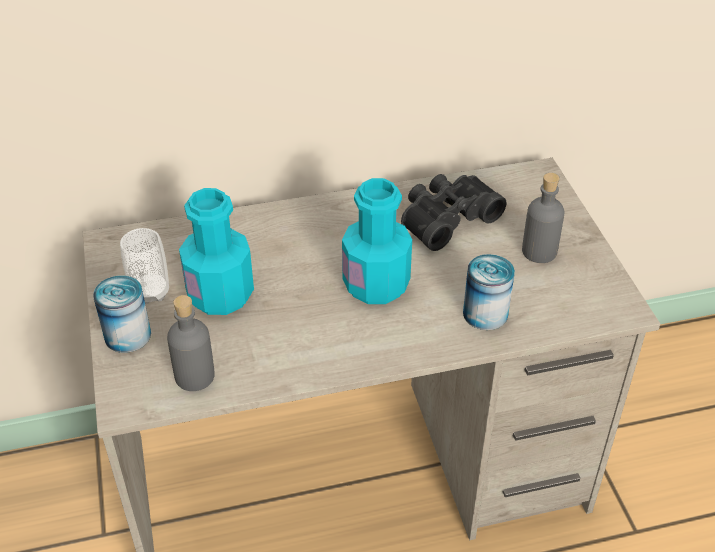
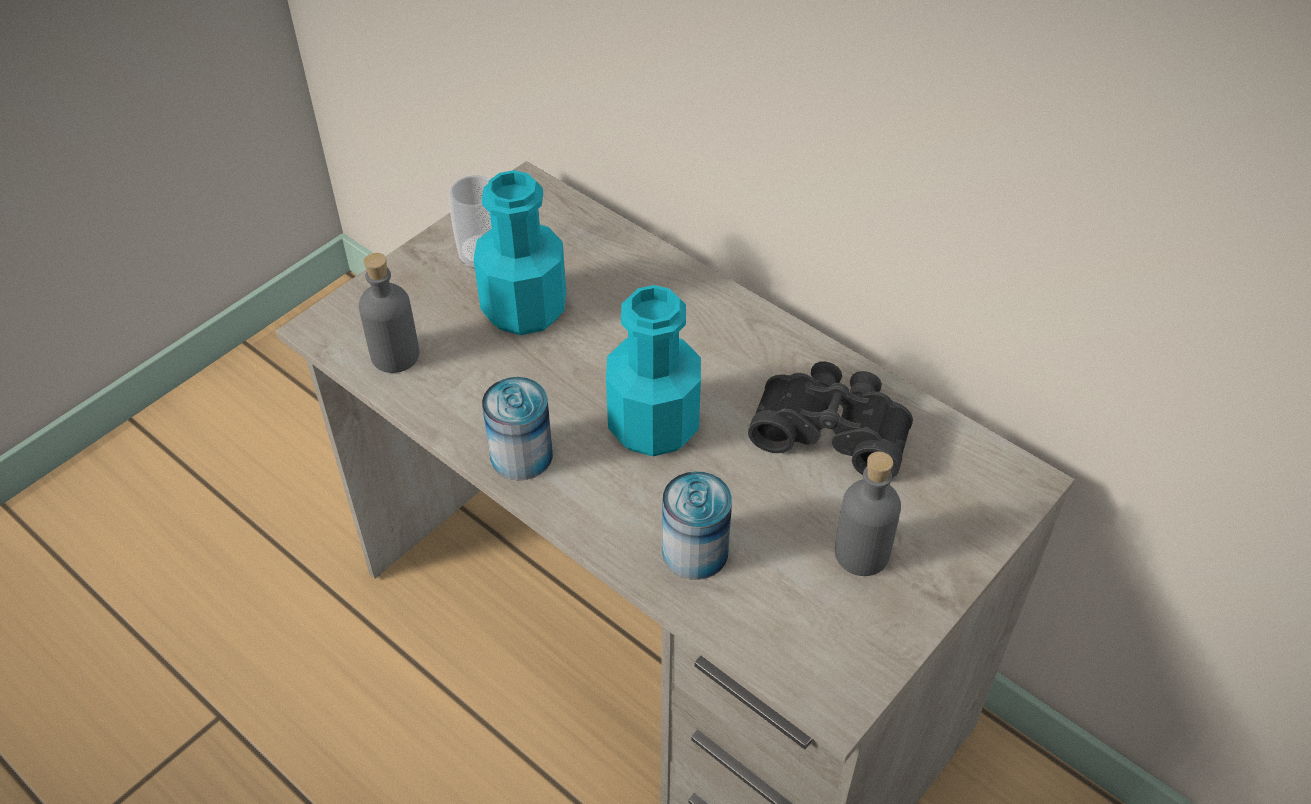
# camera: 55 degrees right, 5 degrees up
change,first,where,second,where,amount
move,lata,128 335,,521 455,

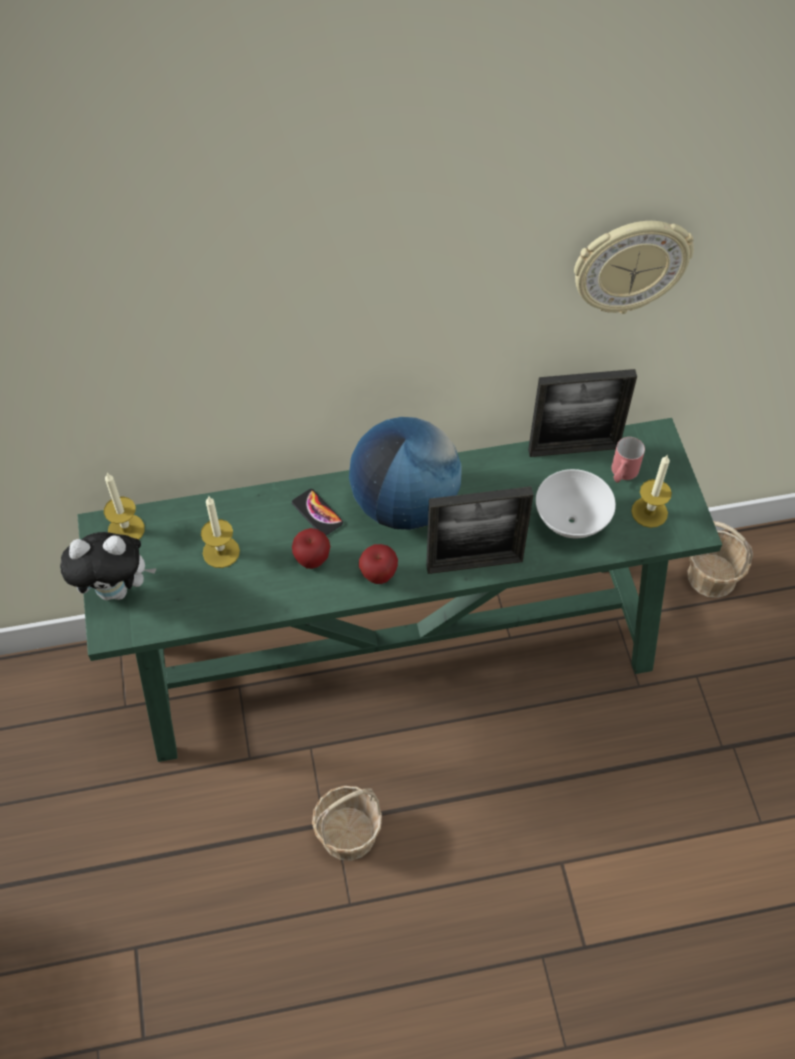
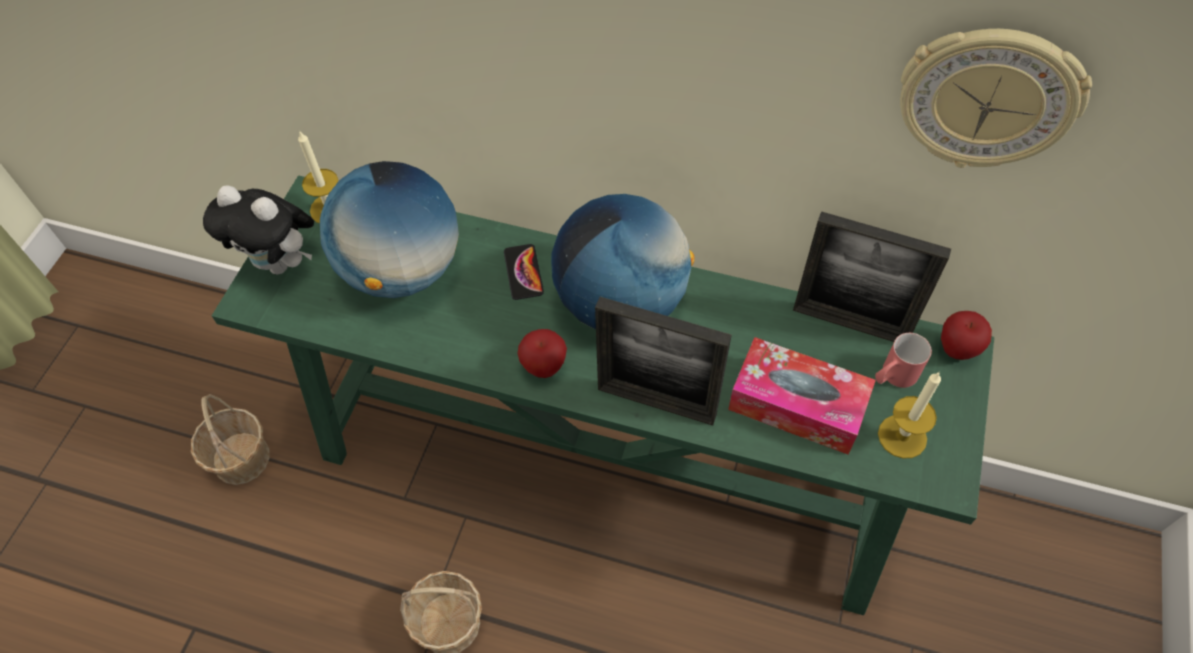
# camera: 30 degrees right, 0 degrees up
change,first,where,second,where,amount
move,cesta,712 577,,241 459,
replace,vela,221 552,globo terráqueo,402 270,
replace,cuenco [blanco],570 522,caja de pañuelos,797 405,
move,manzana,312 560,,957 349,

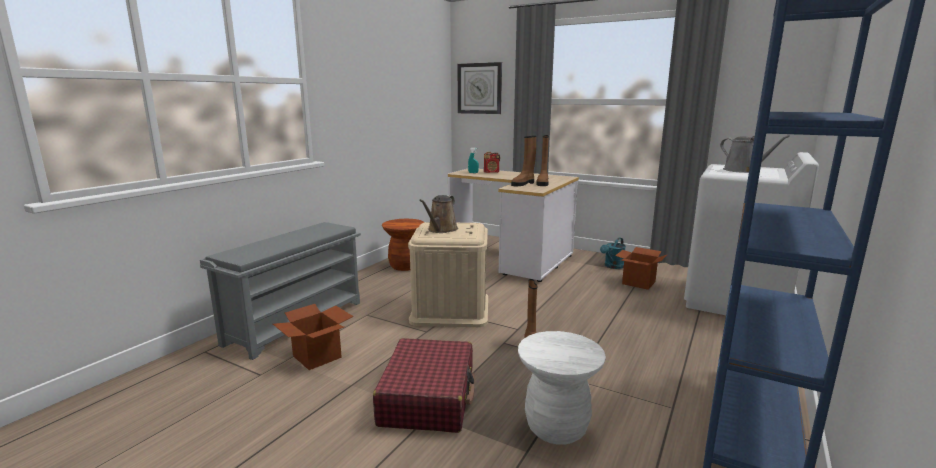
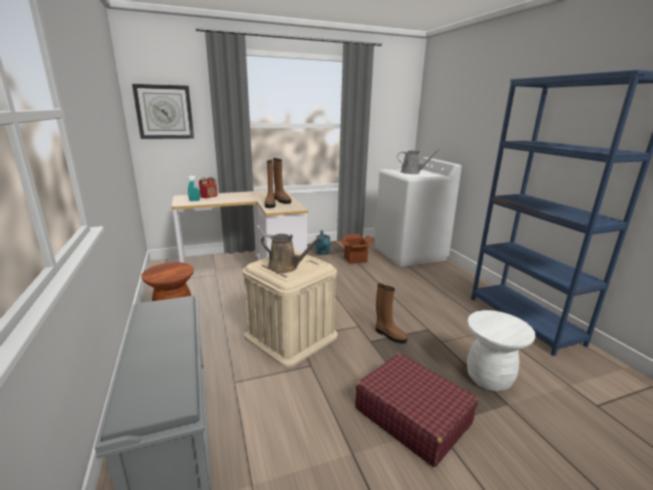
# camera: 50 degrees left, 5 degrees up
change,first,where,second,where,amount
rotate,regadera [marrón],441 230,,286 267,45 degrees counterclockwise
delete,caja de cartón,316 357,,,

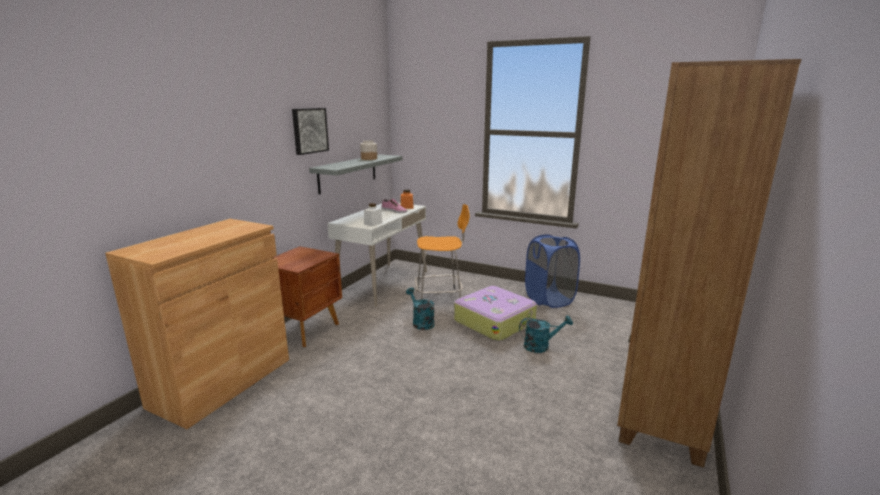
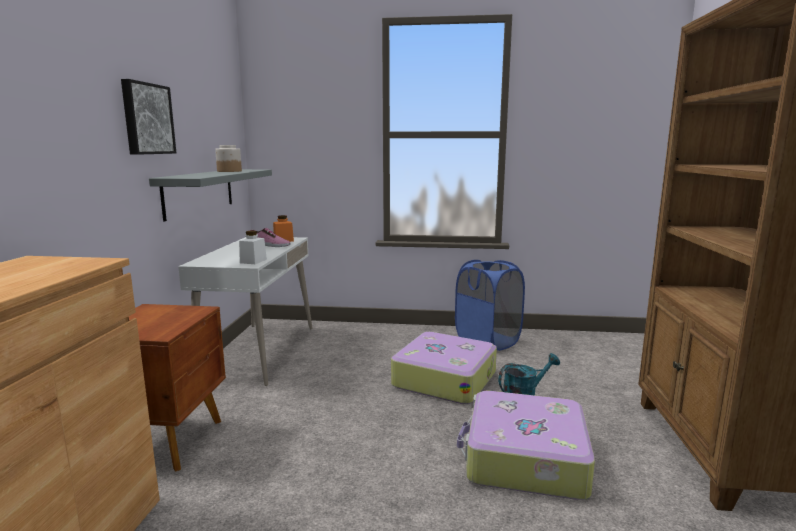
# camera: 20 degrees left, 5 degrees down
change,first,where,second,where,amount
insert,,,maleta,524 459,
delete,regadera [turquesa],421 322,,,
delete,taburete [naranja],440 297,,,

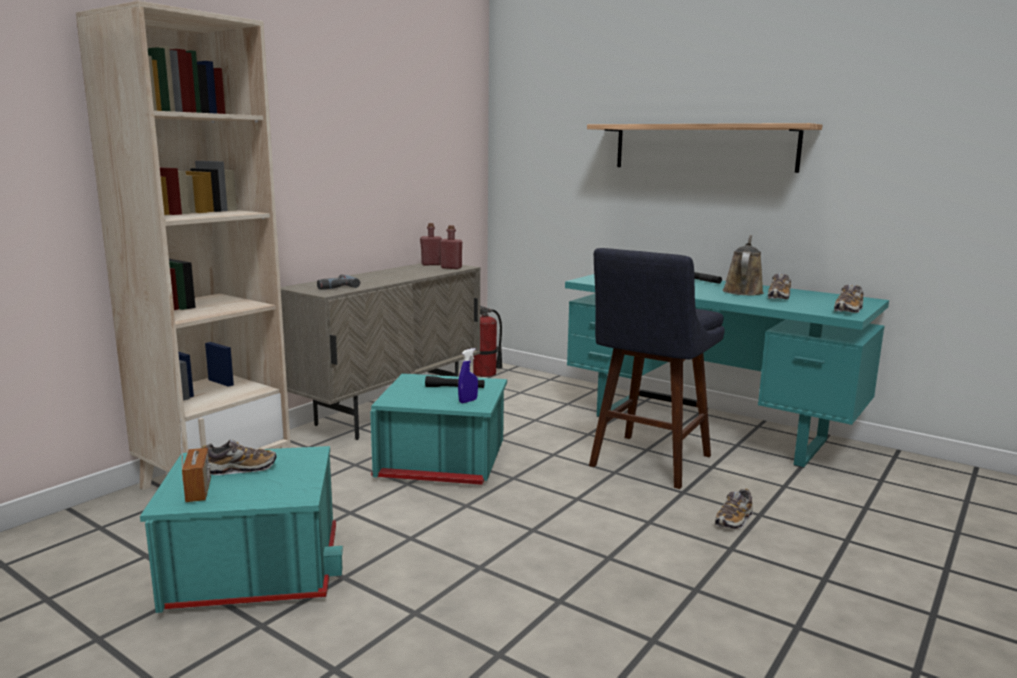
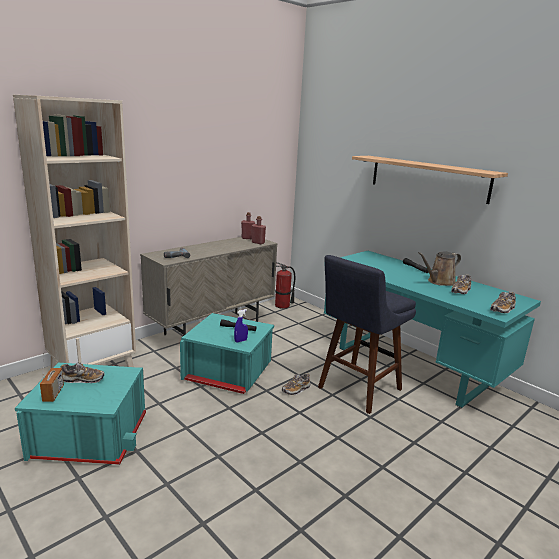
# camera: 10 degrees right, 5 degrees up
change,first,where,second,where,amount
move,zapato,734 520,,296 390,
rotate,regadera [marrón],743 291,,439 282,150 degrees counterclockwise

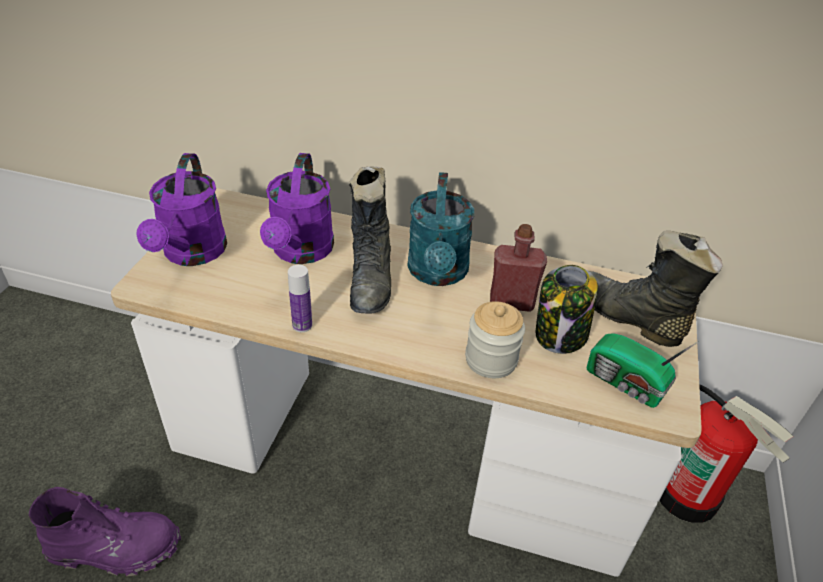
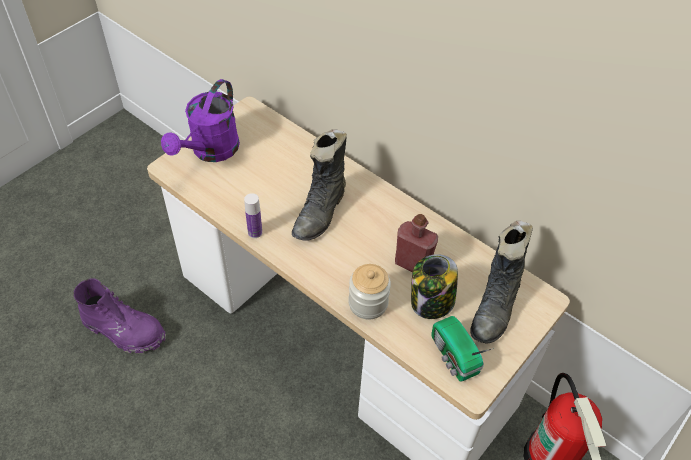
# camera: 25 degrees right, 10 degrees up
change,first,where,second,where,amount
rotate,bota [negro],629 317,,495 307,135 degrees counterclockwise
delete,regadera [morado],301 252,,,
delete,regadera [turquesa],438 274,,,

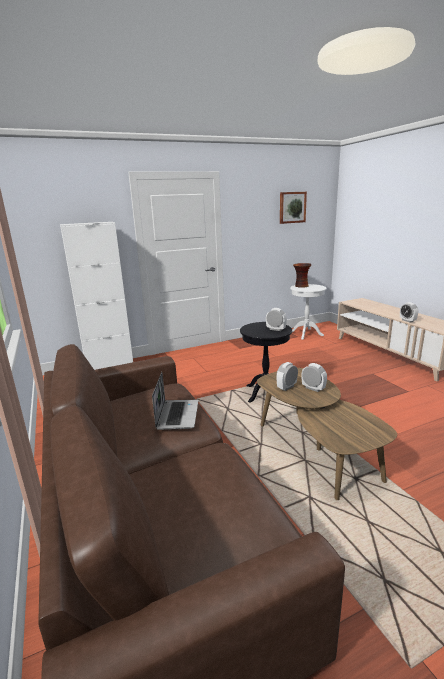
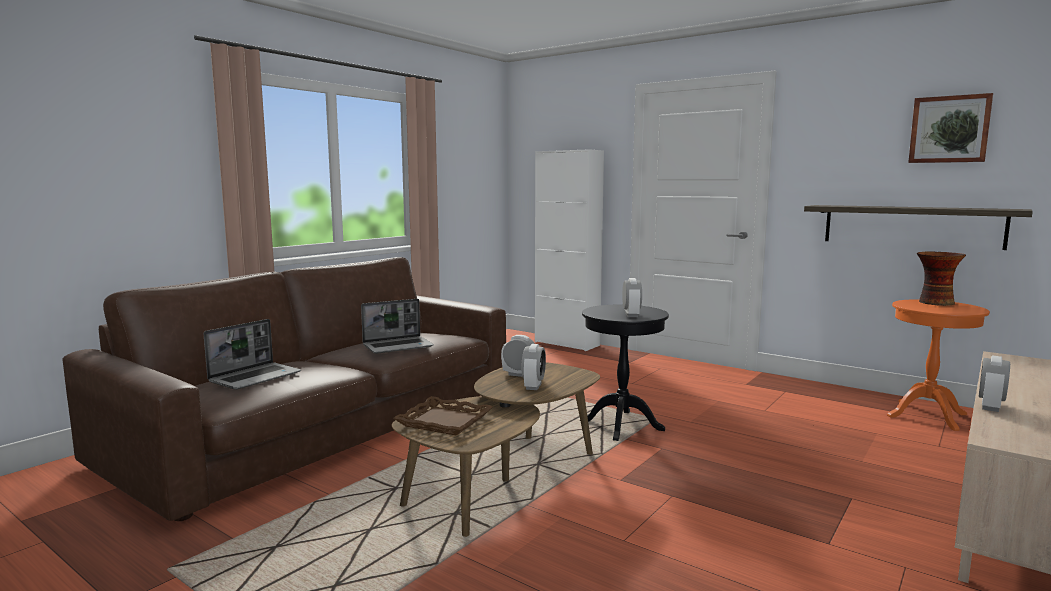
# camera: 60 degrees right, 10 degrees down
change,first,where,second,where,amount
insert,,,portátil,256 377,
insert,,,bandeja [marrón],445 421,
insert,,,estante,911 226,
recolor,mesa auxiliar [blanco],306 334,mesa auxiliar [naranja],927 415,

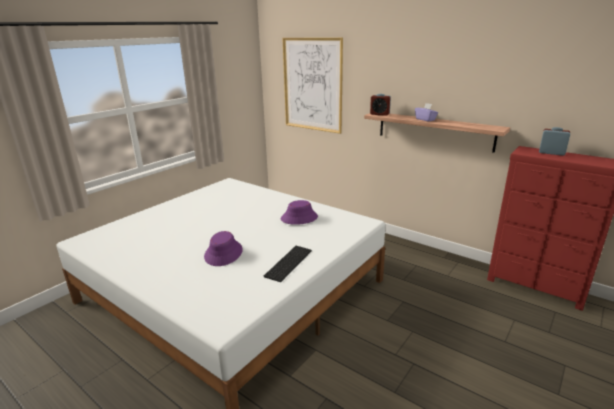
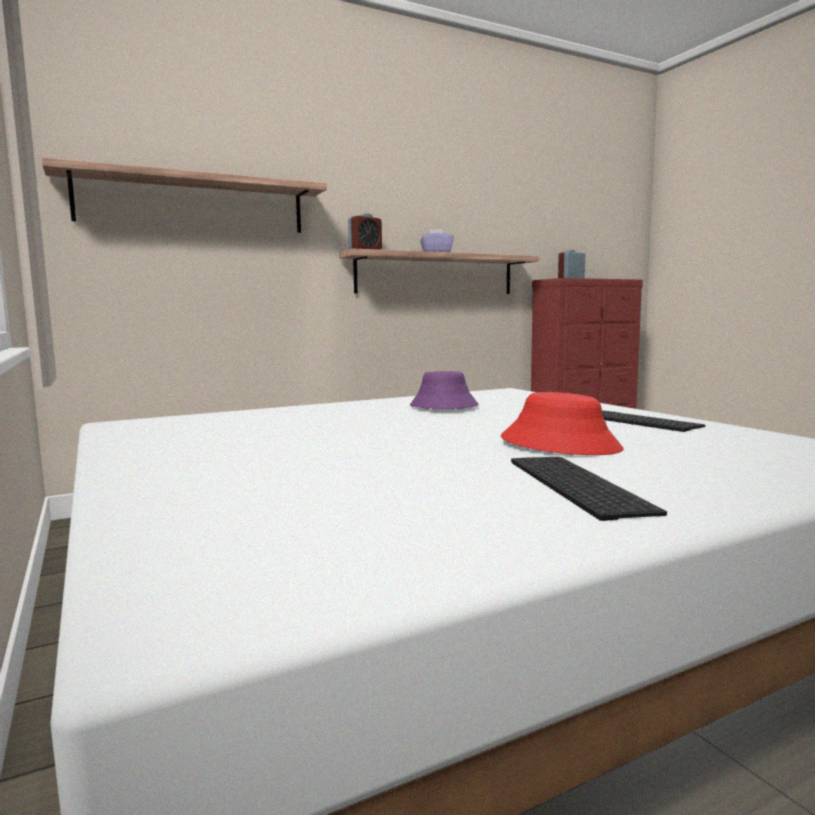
# camera: 65 degrees left, 15 degrees down
change,first,where,second,where,amount
replace,cuadro,312 85,estante,193 203,
recolor,sombrero [morado],223 253,sombrero [rojo],560 444,
insert,,,teclado,572 484,

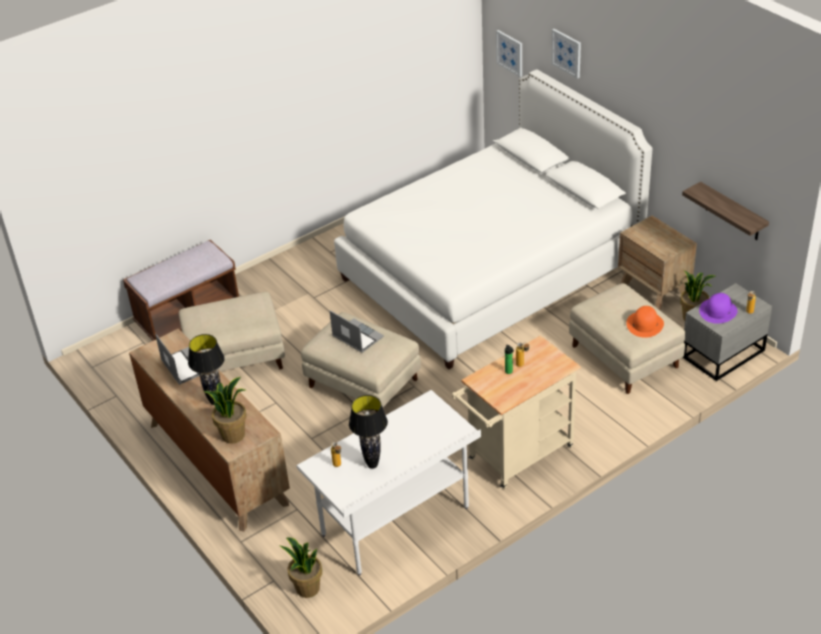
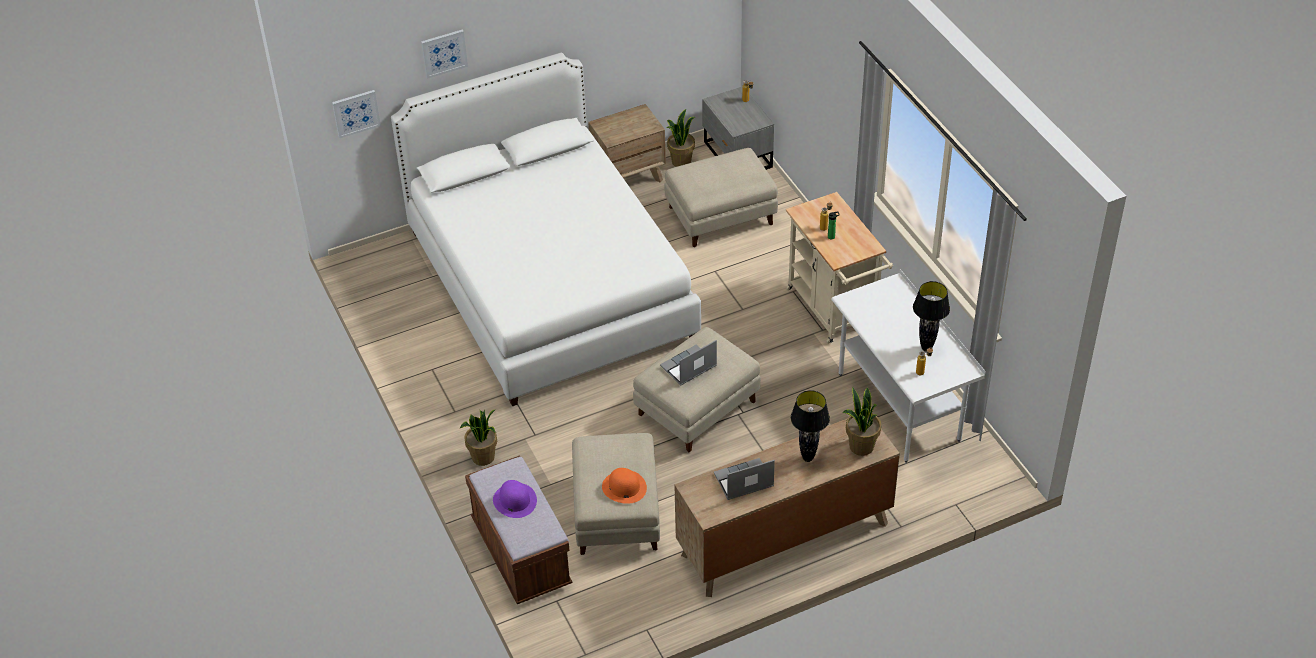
# camera: 80 degrees left, 5 degrees up
change,first,where,second,where,amount
move,planta en maceta,307 588,,483 457,
move,sombrero [morado],718 311,,514 500,
move,sombrero [naranja],644 324,,624 487,
delete,estante,732 212,,,

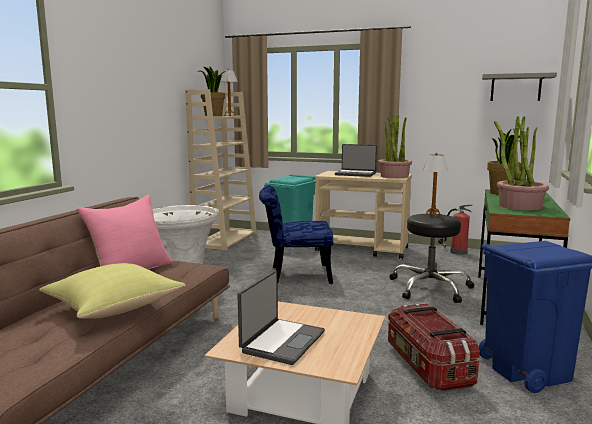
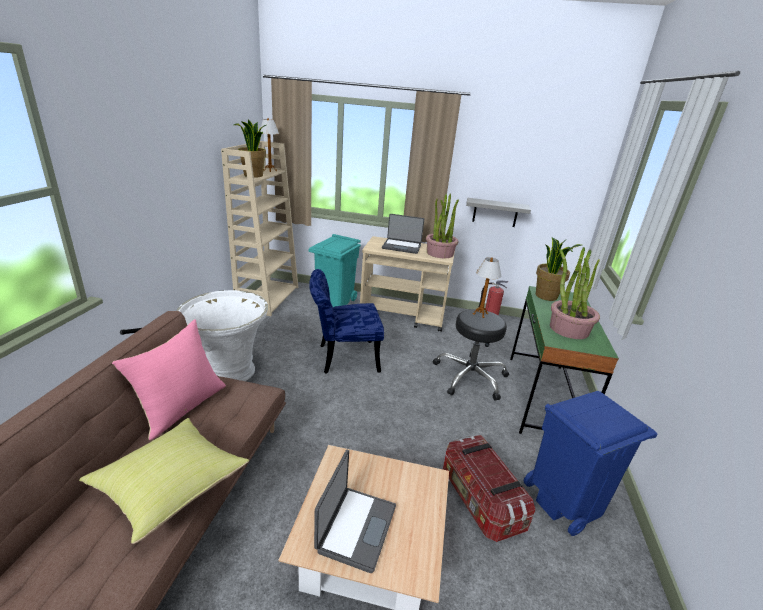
# camera: 10 degrees left, 15 degrees up
change,first,where,second,where,amount
move,estante [gris],515 87,,495 212,

